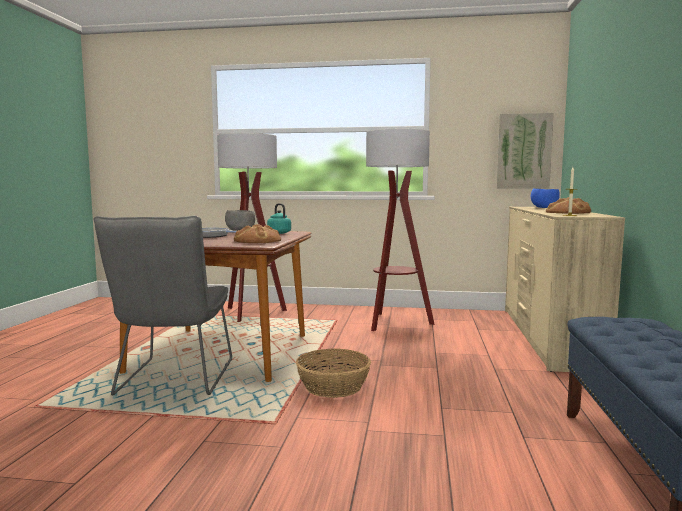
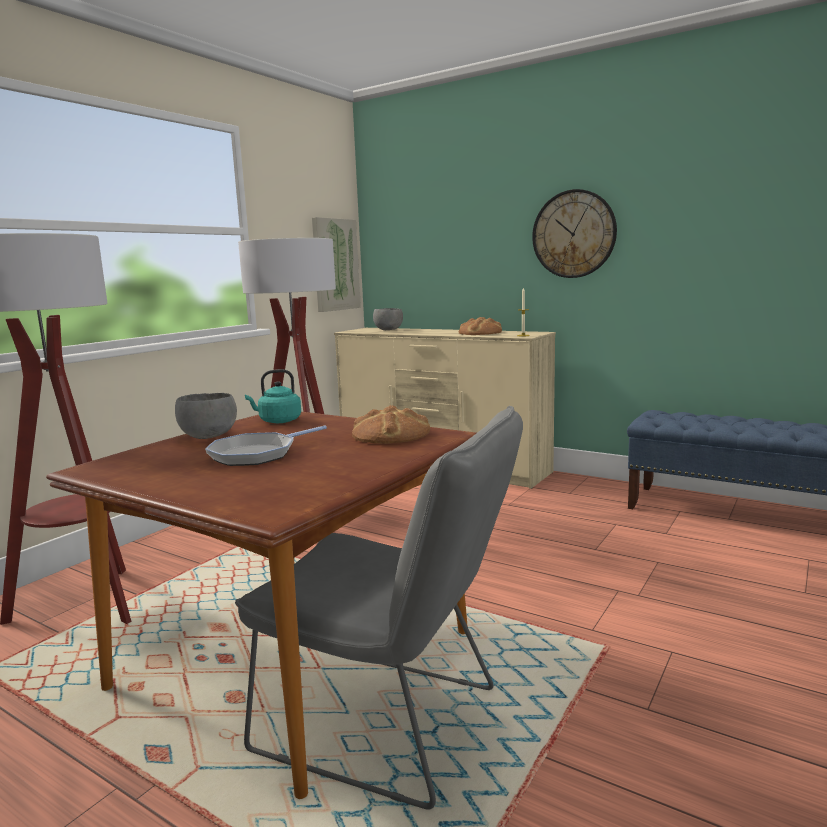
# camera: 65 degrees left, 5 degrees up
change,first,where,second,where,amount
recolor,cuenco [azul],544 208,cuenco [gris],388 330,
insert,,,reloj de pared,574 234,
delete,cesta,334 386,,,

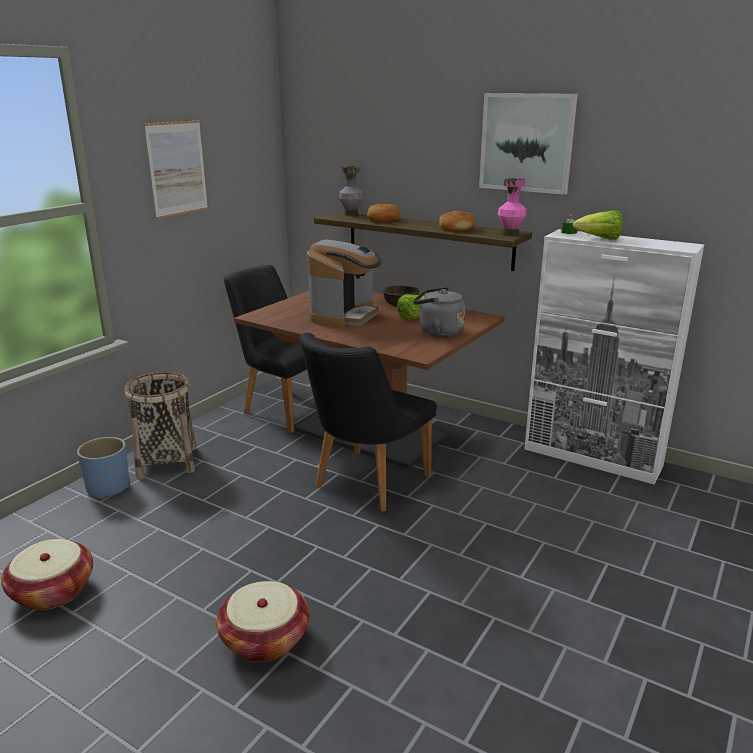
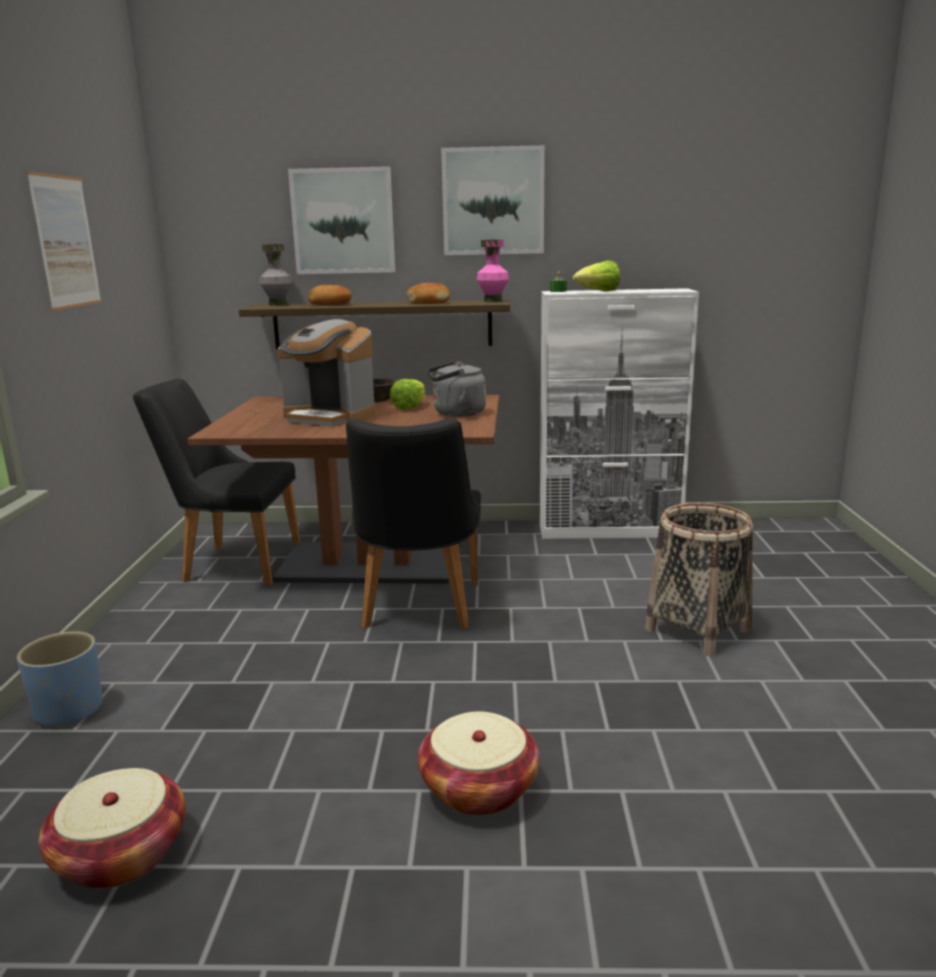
# camera: 30 degrees left, 5 degrees down
change,first,where,second,where,amount
rotate,cafetera,345 316,,330 417,120 degrees clockwise
insert,,,cuadro,343 221,
move,cesta,167 462,,698 630,

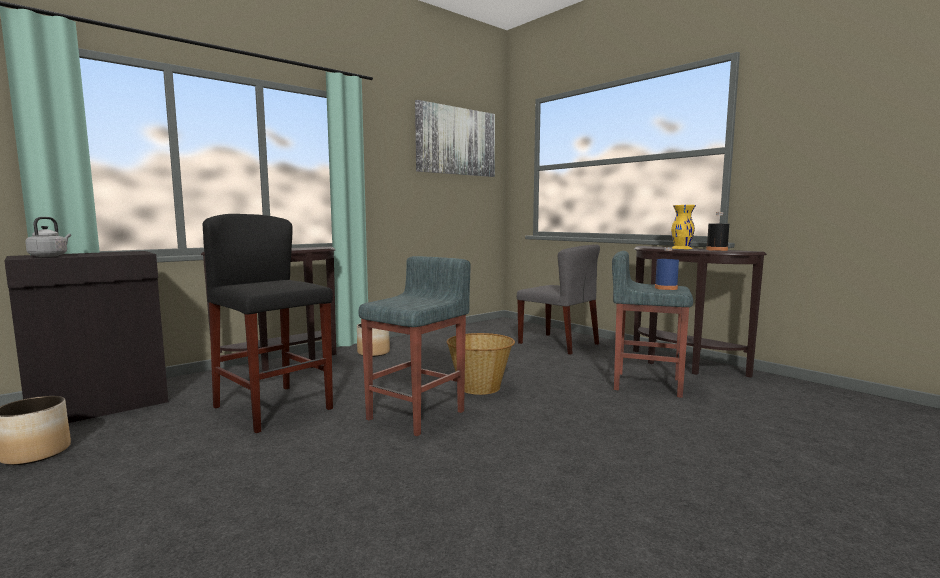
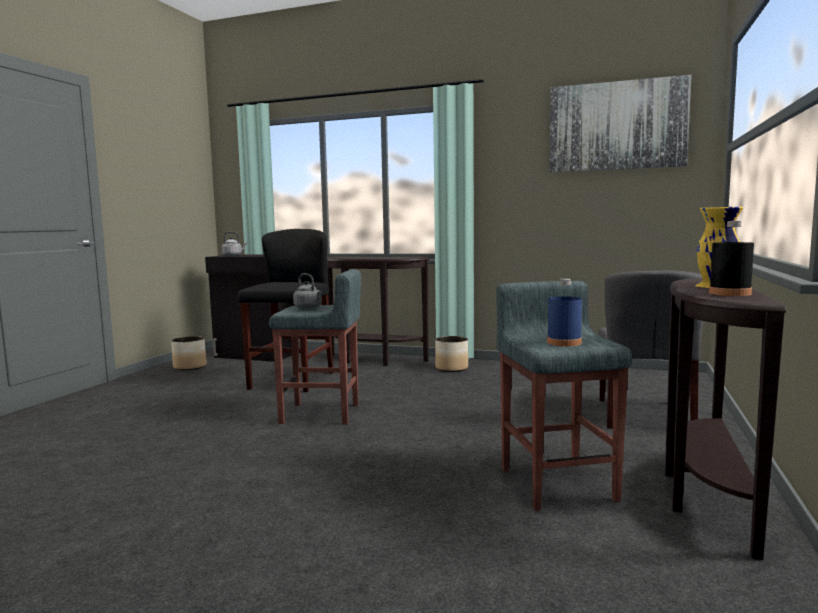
# camera: 60 degrees right, 0 degrees up
change,first,where,second,where,amount
insert,,,hervidor [gris],309 308,
delete,cesta,480 387,,,

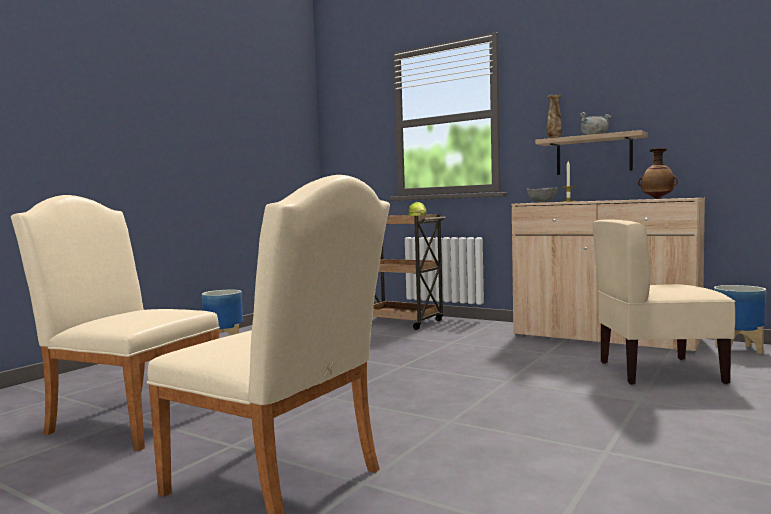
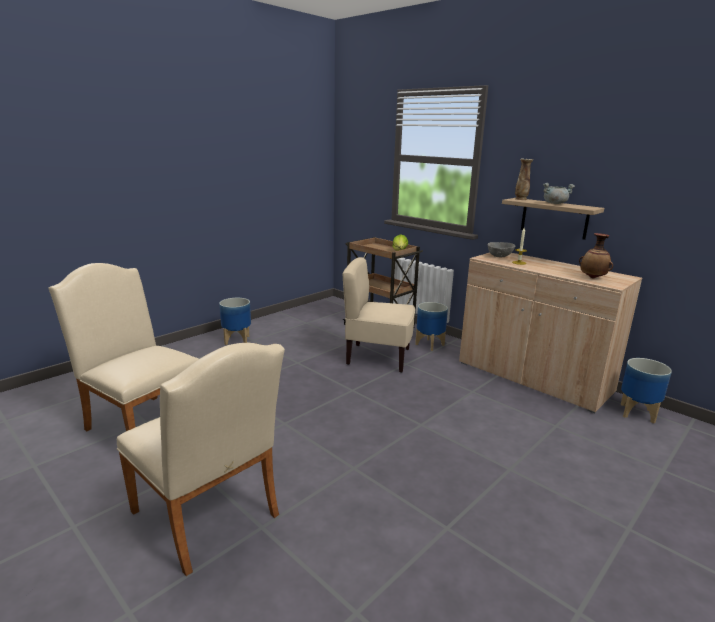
# camera: 10 degrees right, 15 degrees up
change,first,where,second,where,amount
move,silla [beis],658 372,,378 357,
insert,,,maceta,430 344,

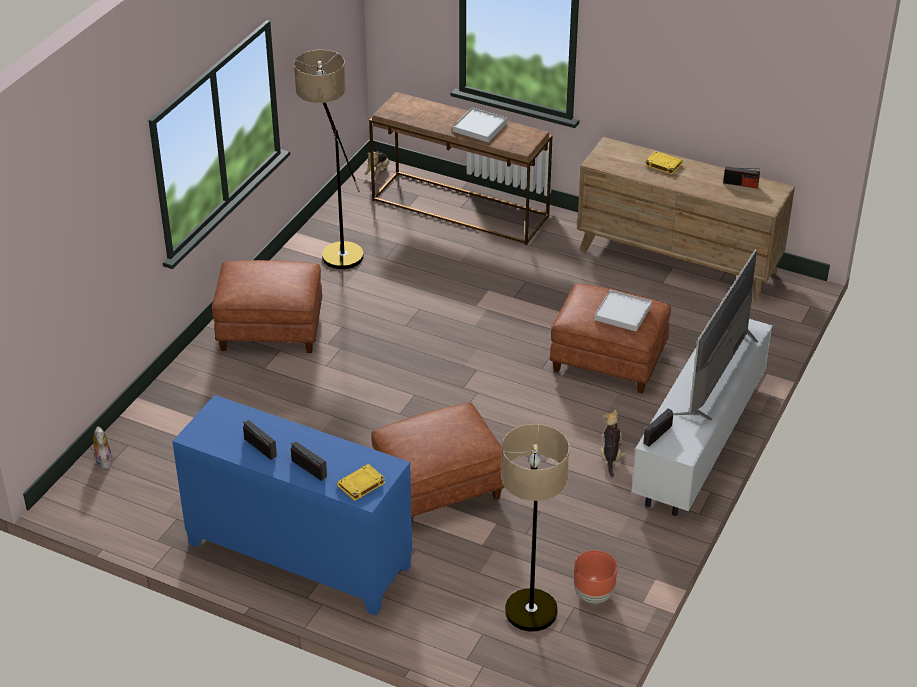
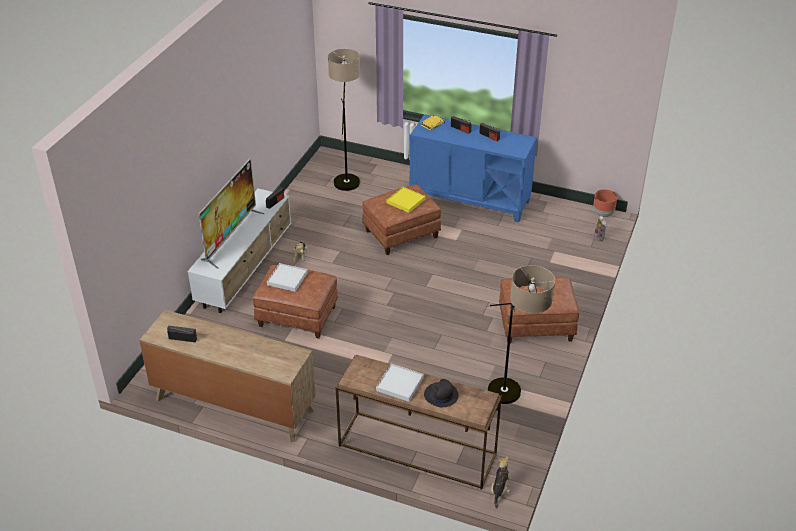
# camera: 175 degrees right, 0 degrees up
change,first,where,second,where,amount
insert,,,bandeja [amarillo],405 201,
insert,,,sombrero [negro],441 395,
move,maceta [marrón],593 595,,603 214,
delete,libro [amarillo],663 165,,,

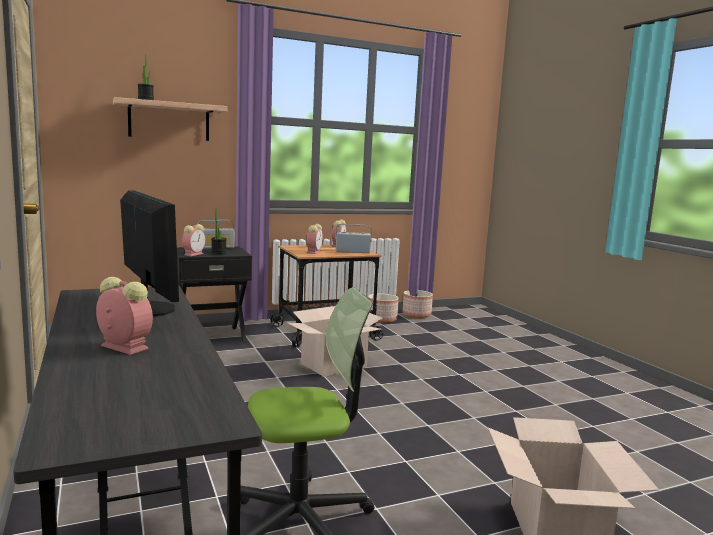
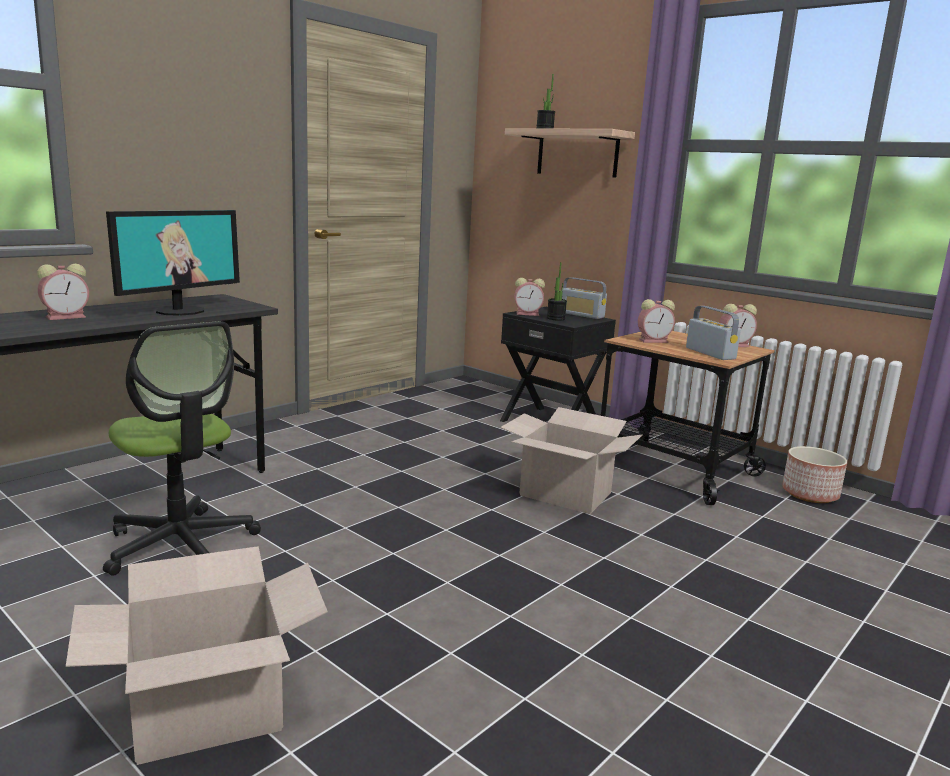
# camera: 65 degrees right, 5 degrees up
change,first,where,second,where,amount
rotate,despertador,122 347,,67 317,45 degrees clockwise
delete,maceta,416 315,,,

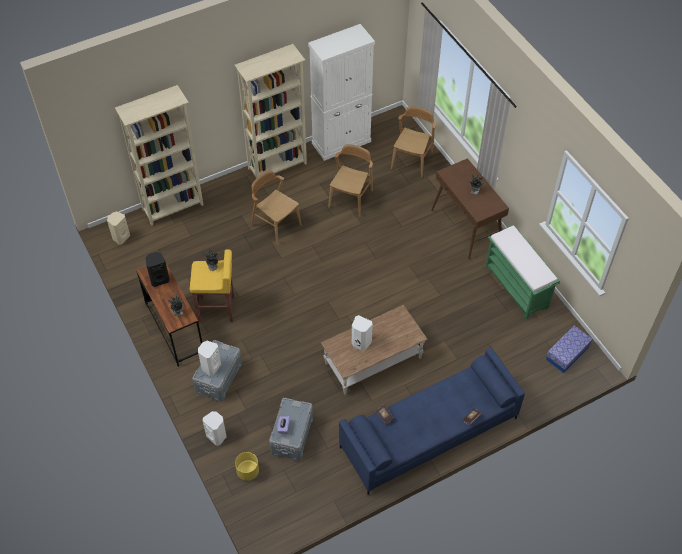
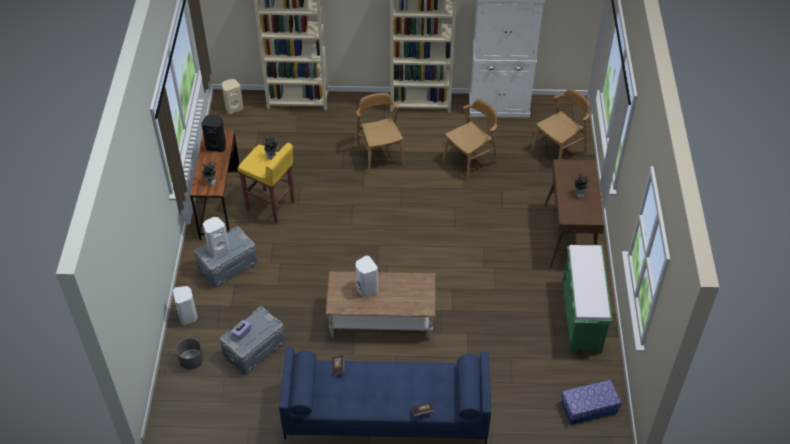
# camera: 30 degrees right, 5 degrees down
change,first,where,second,where,amount
recolor,maceta [amarillo],248 471,maceta [gris],191 361,

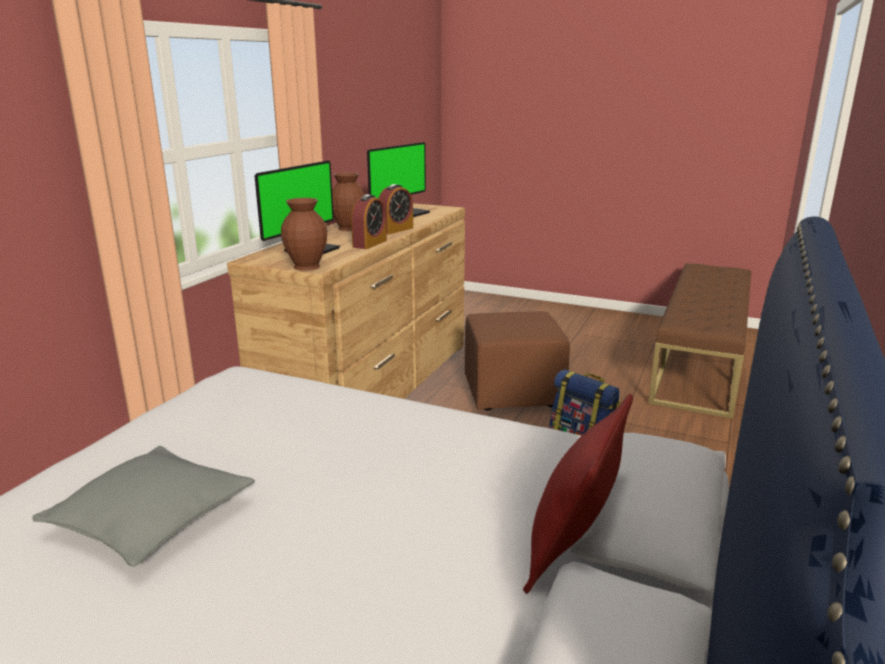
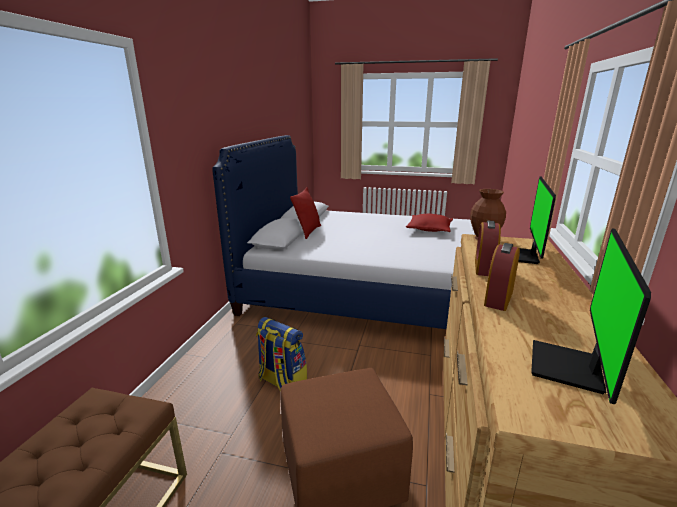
# camera: 170 degrees right, 0 degrees up
change,first,where,second,where,amount
recolor,cojín [gris],151 518,cojín [rojo],429 229,
delete,florero [marrón],349 228,,,

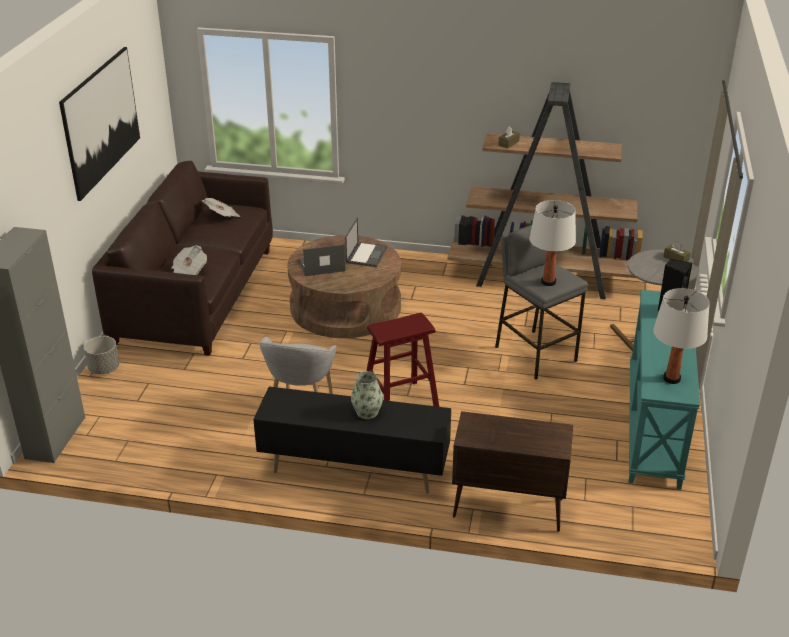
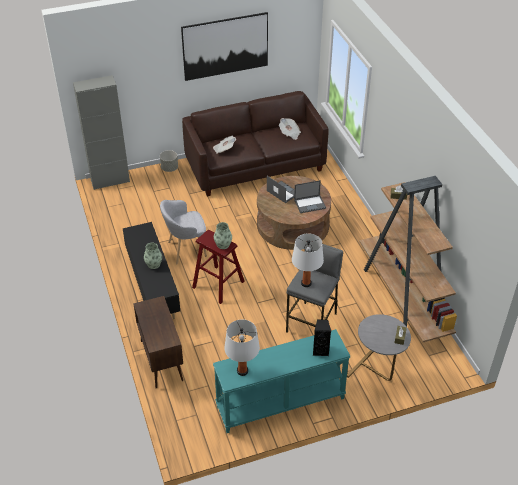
# camera: 60 degrees right, 10 degrees up
change,first,where,second,where,amount
insert,,,florero,223 244,

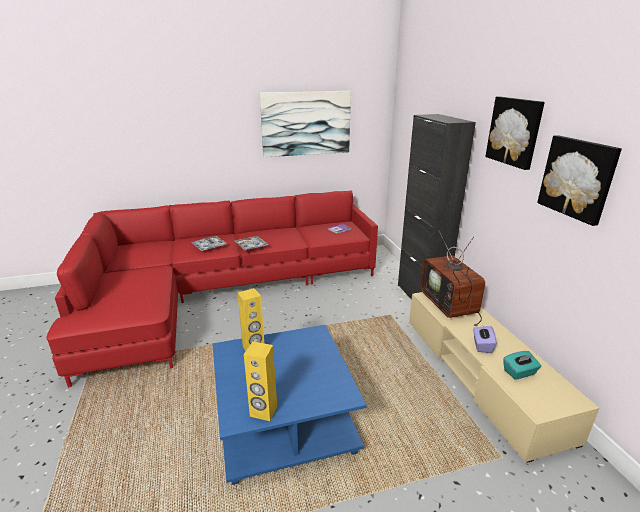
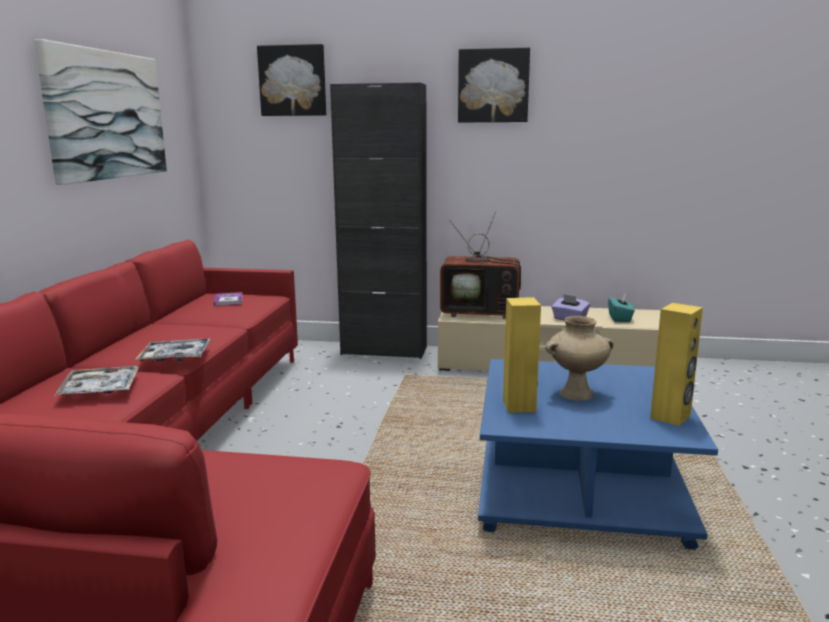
# camera: 65 degrees left, 10 degrees down
change,first,where,second,where,amount
move,cuadro,578 178,,293 81,
insert,,,florero [beis],576 394,

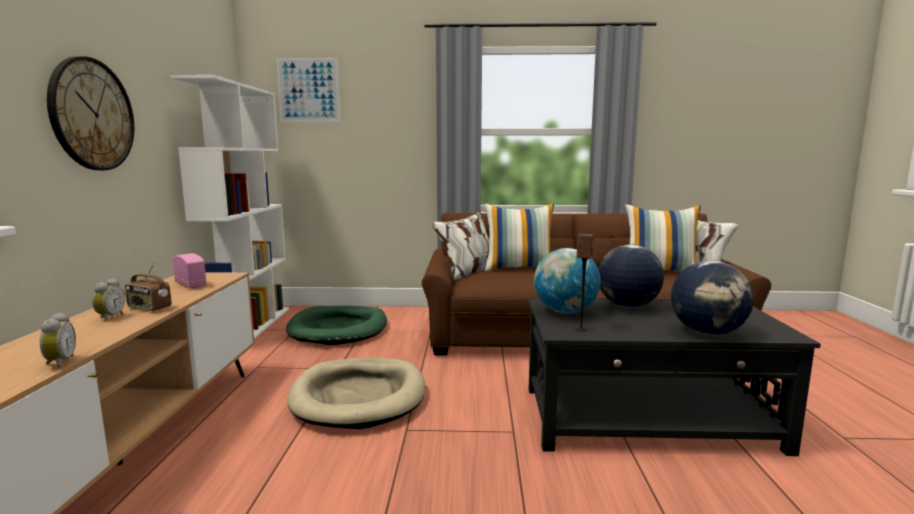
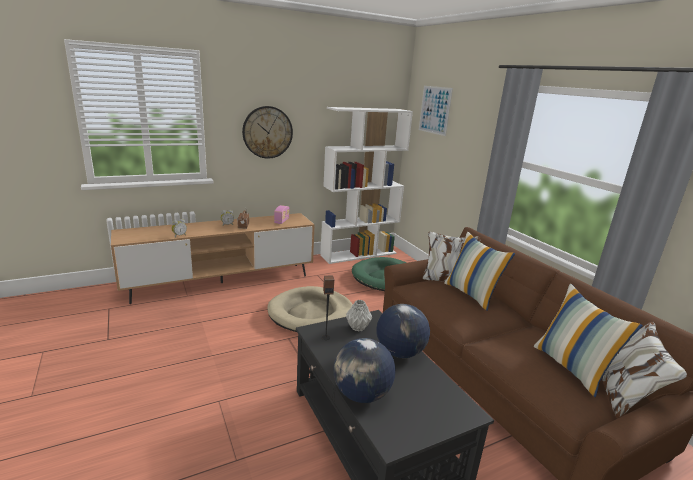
# camera: 60 degrees right, 10 degrees up
change,first,where,second,where,amount
replace,globo terráqueo,565 312,florero [gris],358 327,

